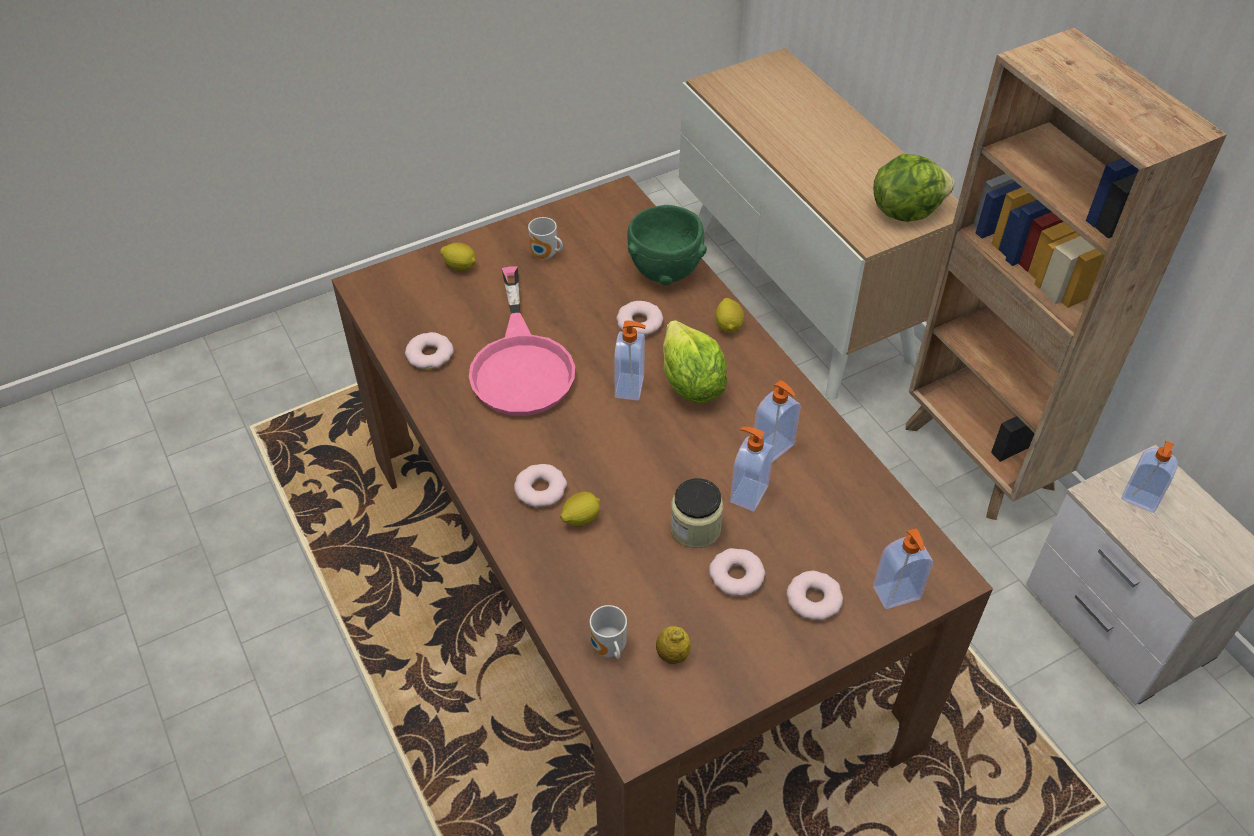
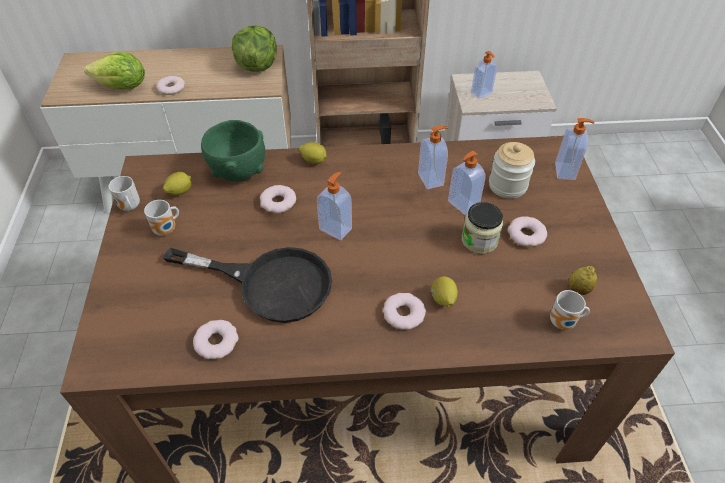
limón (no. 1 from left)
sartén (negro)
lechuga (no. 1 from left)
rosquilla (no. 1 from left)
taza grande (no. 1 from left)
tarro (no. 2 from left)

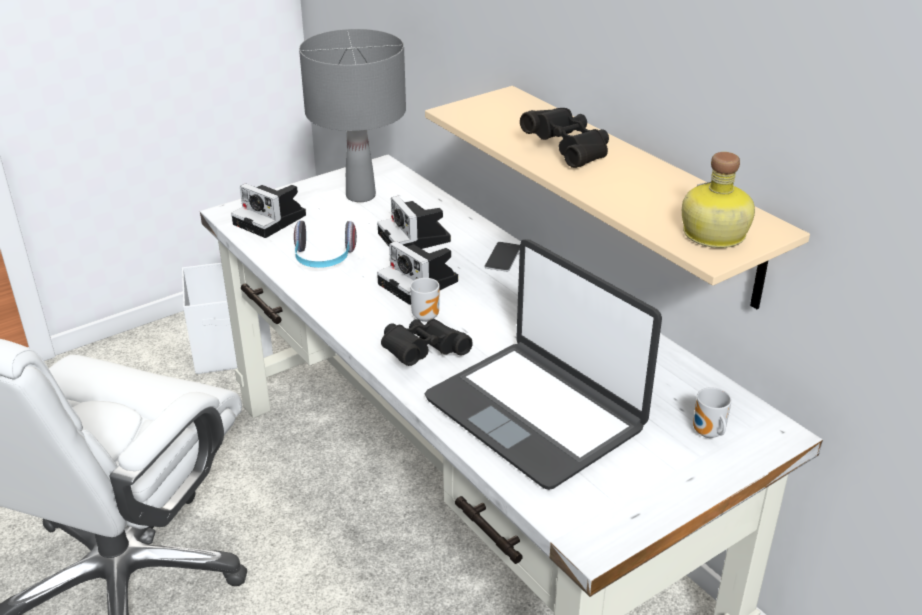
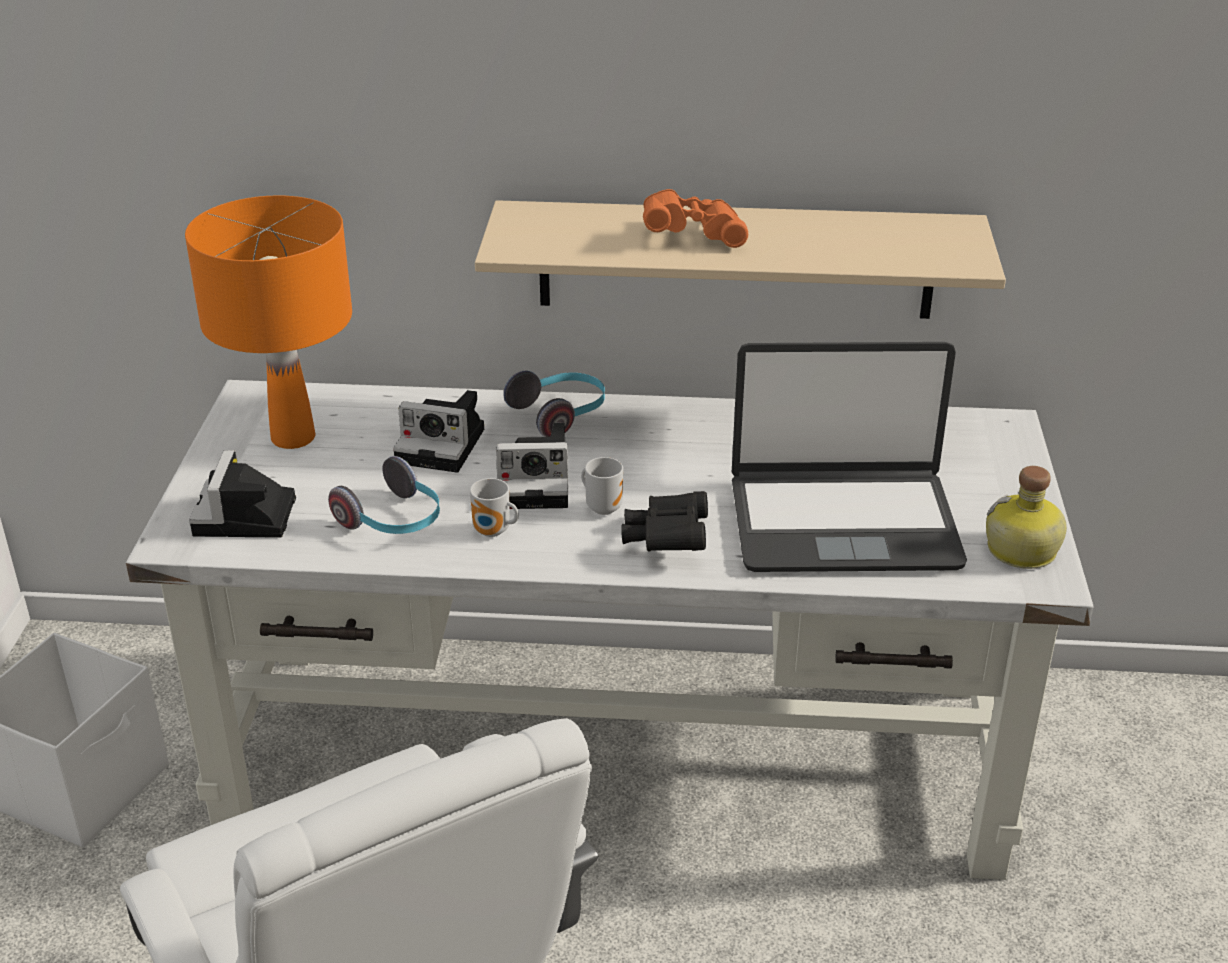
cámara (no. 1 from left)
lámpara de mesa (naranja)
auriculares (no. 2 from left)
prismáticos (naranja)
botella
taza grande (no. 1 from left)

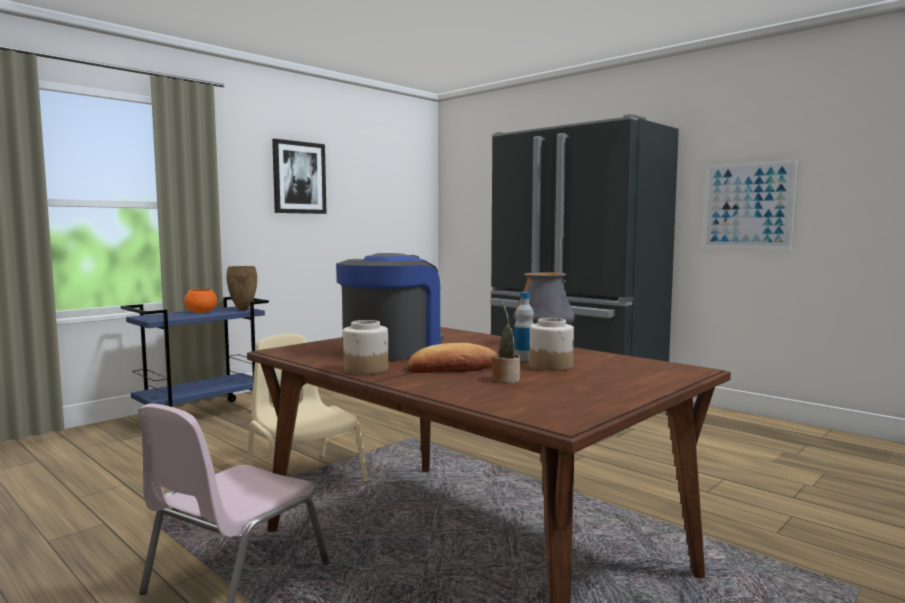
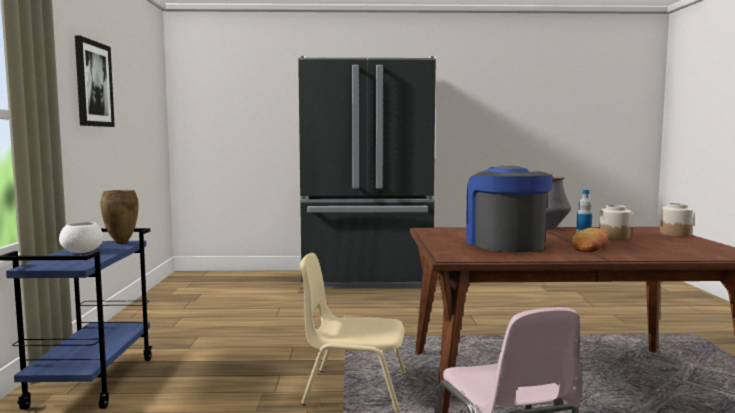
cuenco (blanco)
tarro (no. 2 from left)
planta en maceta
cuadro (no. 2 from left in the first image)

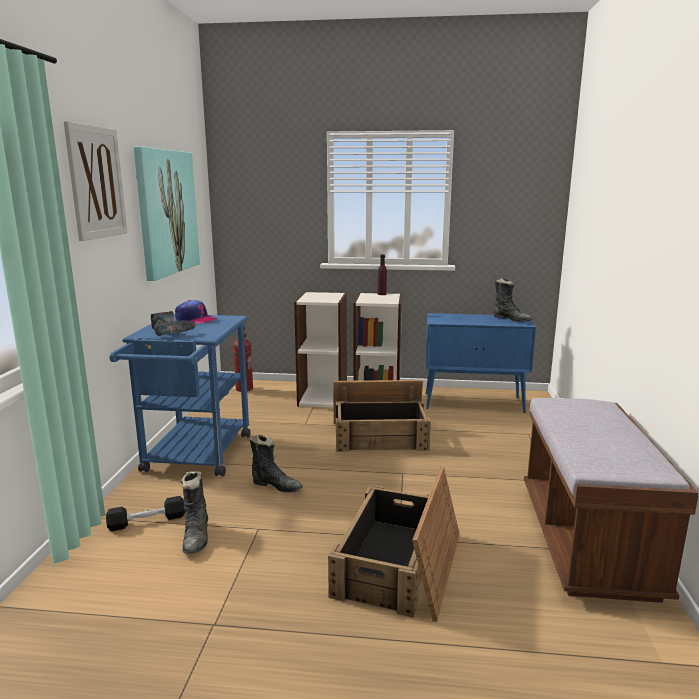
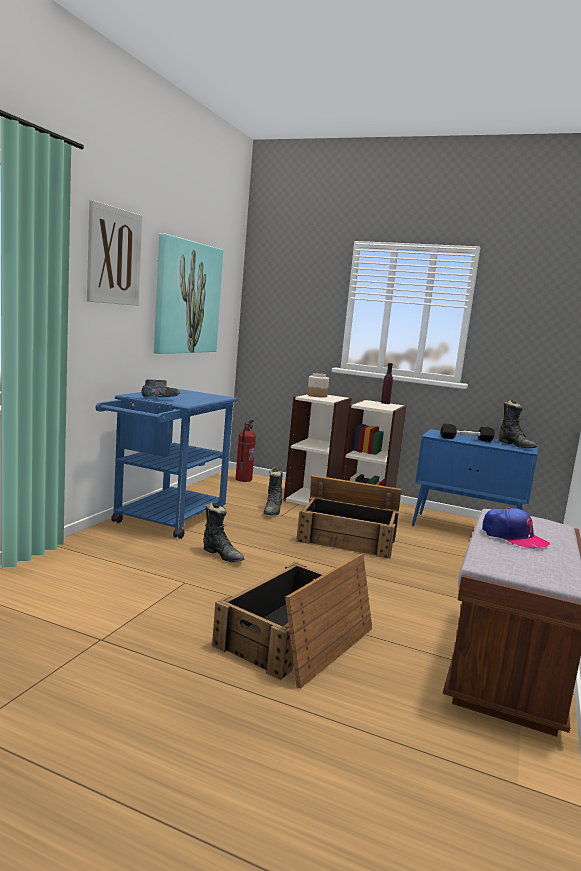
mancuerna (negro)
gorra
bota (negro) (no. 2 from left)
tarro

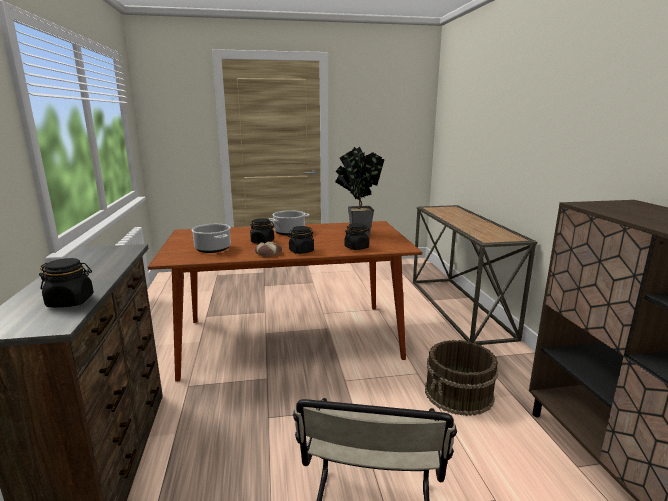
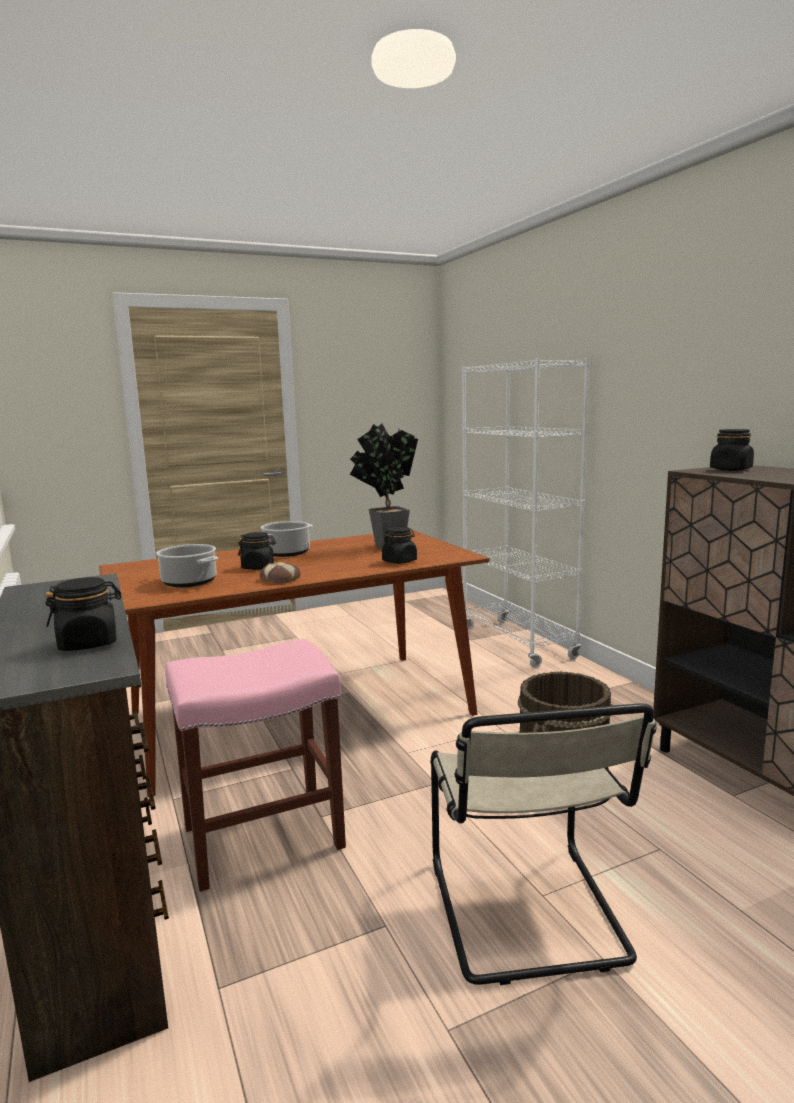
tarro (negro) (no. 4 from left)
estantería (blanco)
taburete (rosa)

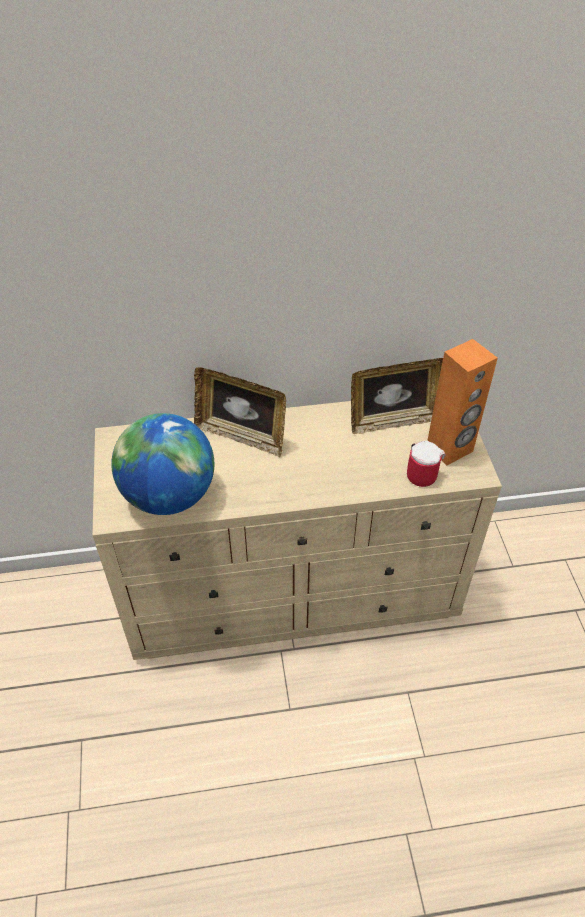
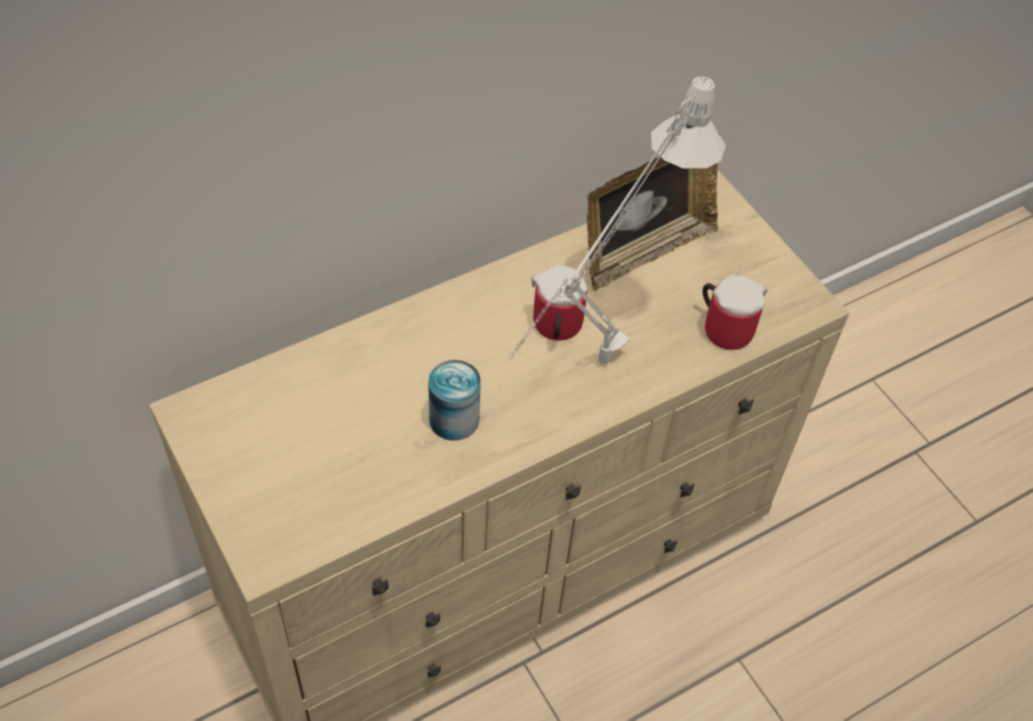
globo terráqueo
portarretratos (no. 1 from left in the first image)
altavoz (naranja)
lata
lámpara de mesa (blanco)
taza grande (no. 1 from left)

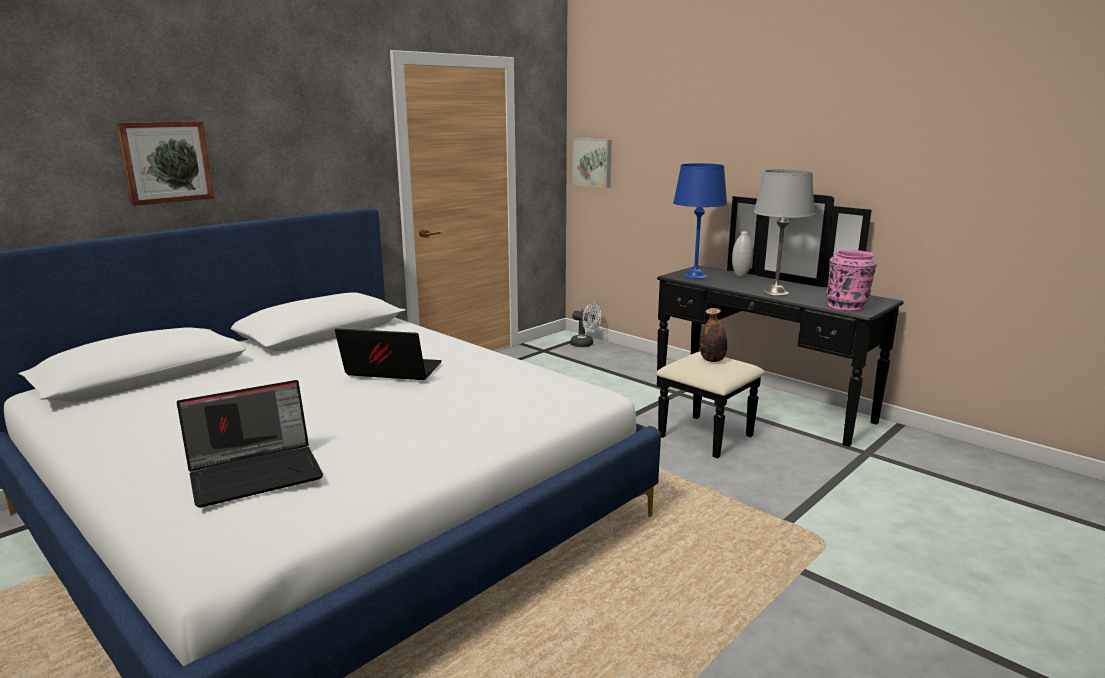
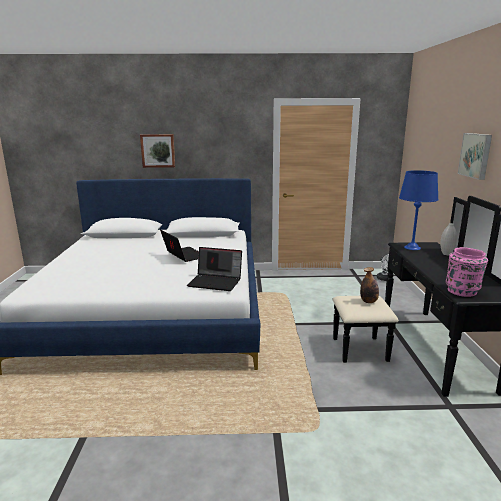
portátil (no. 2 from left)
cuadro (no. 2 from left)
lámpara de mesa (gris)

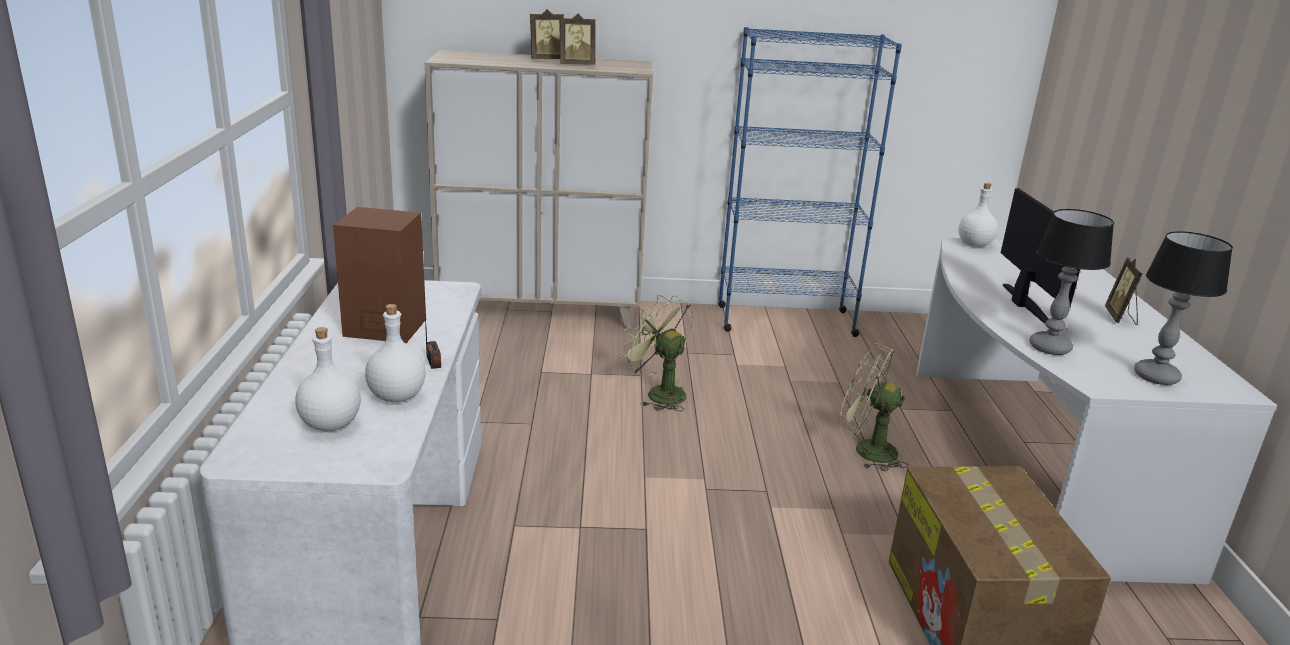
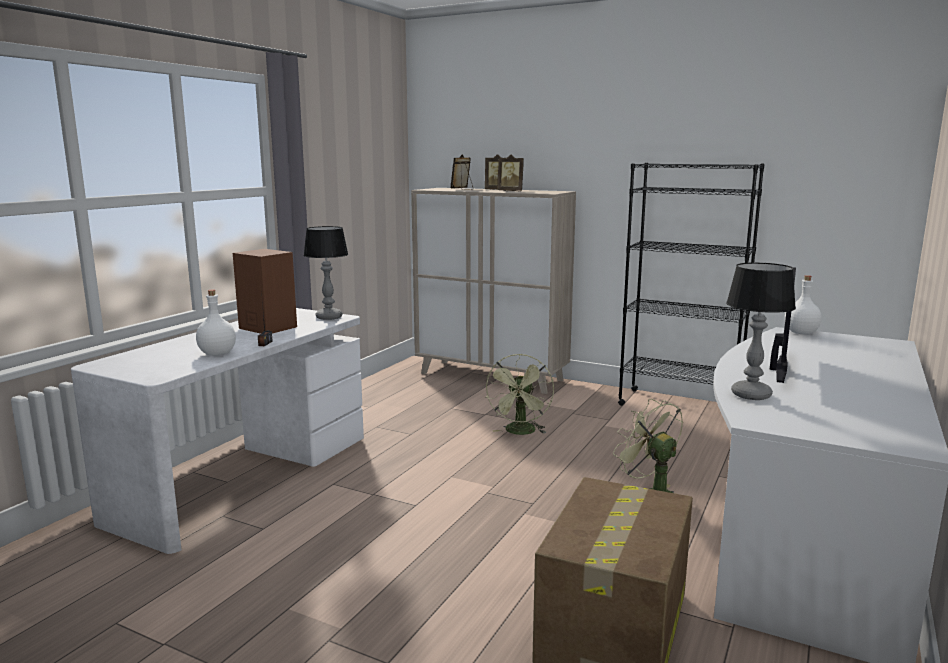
botella (blanco) (no. 1 from left in the first image)
ventilador (verde) (no. 1 from left)
estantería (negro)
portarretratos (no. 1 from left)
lámpara de mesa (no. 1 from left)

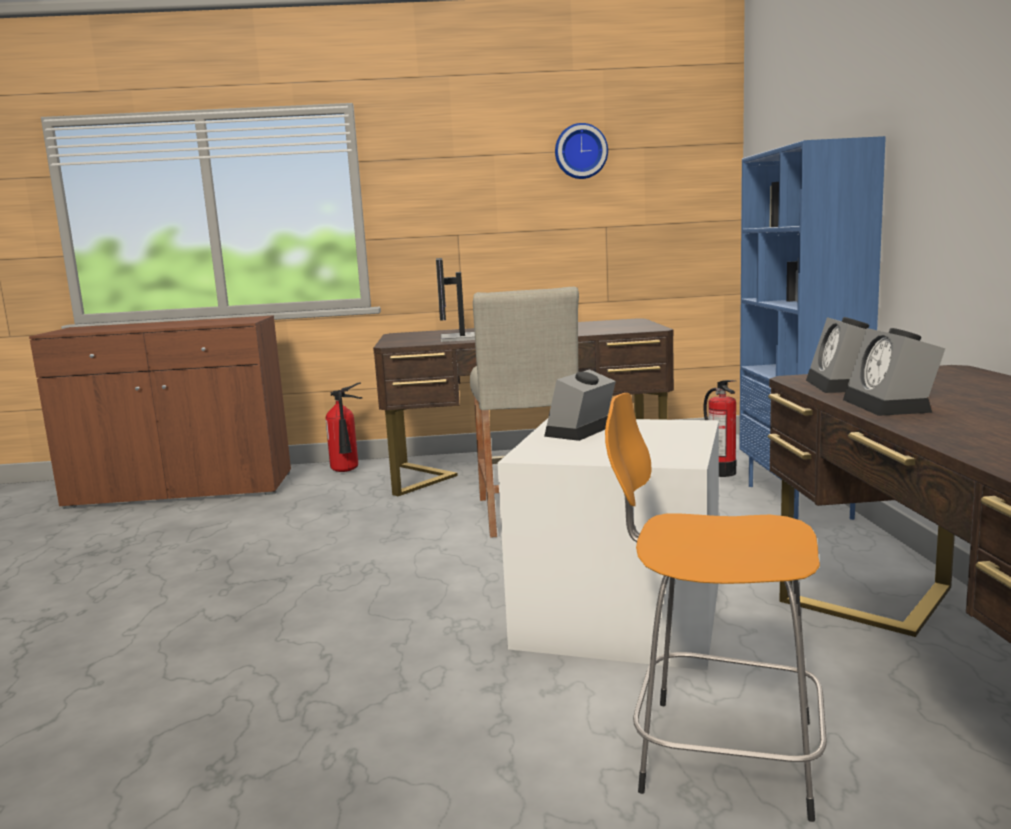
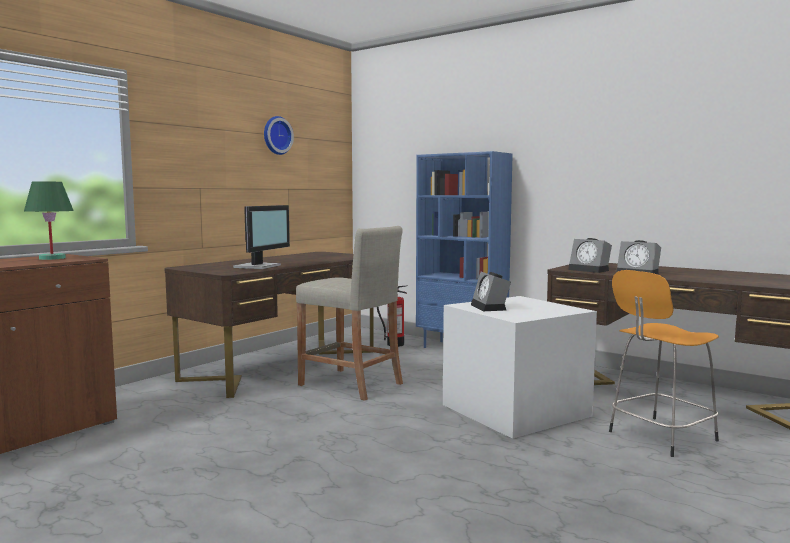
extintor (no. 1 from left in the first image)
monitor
lámpara de mesa (verde)

